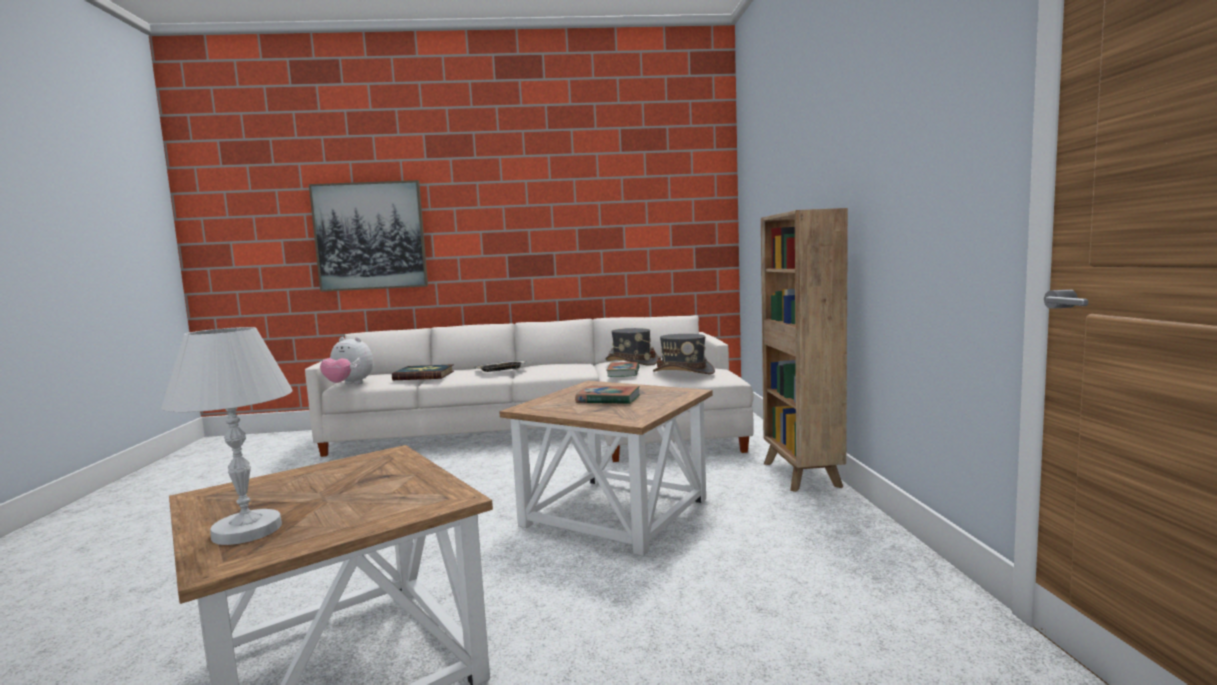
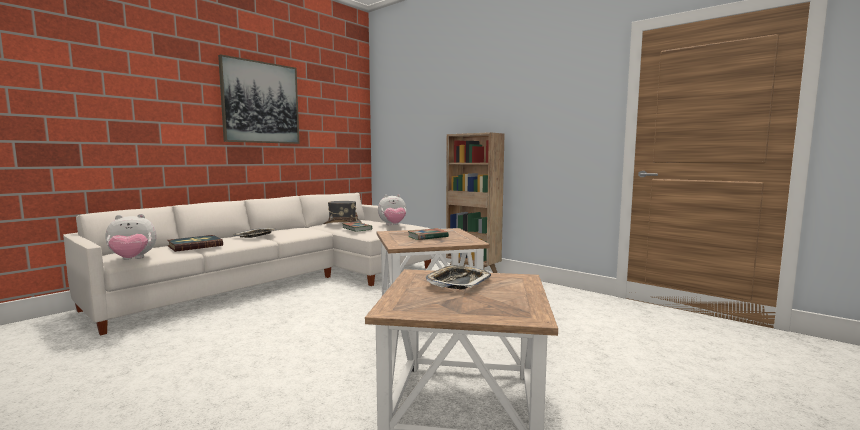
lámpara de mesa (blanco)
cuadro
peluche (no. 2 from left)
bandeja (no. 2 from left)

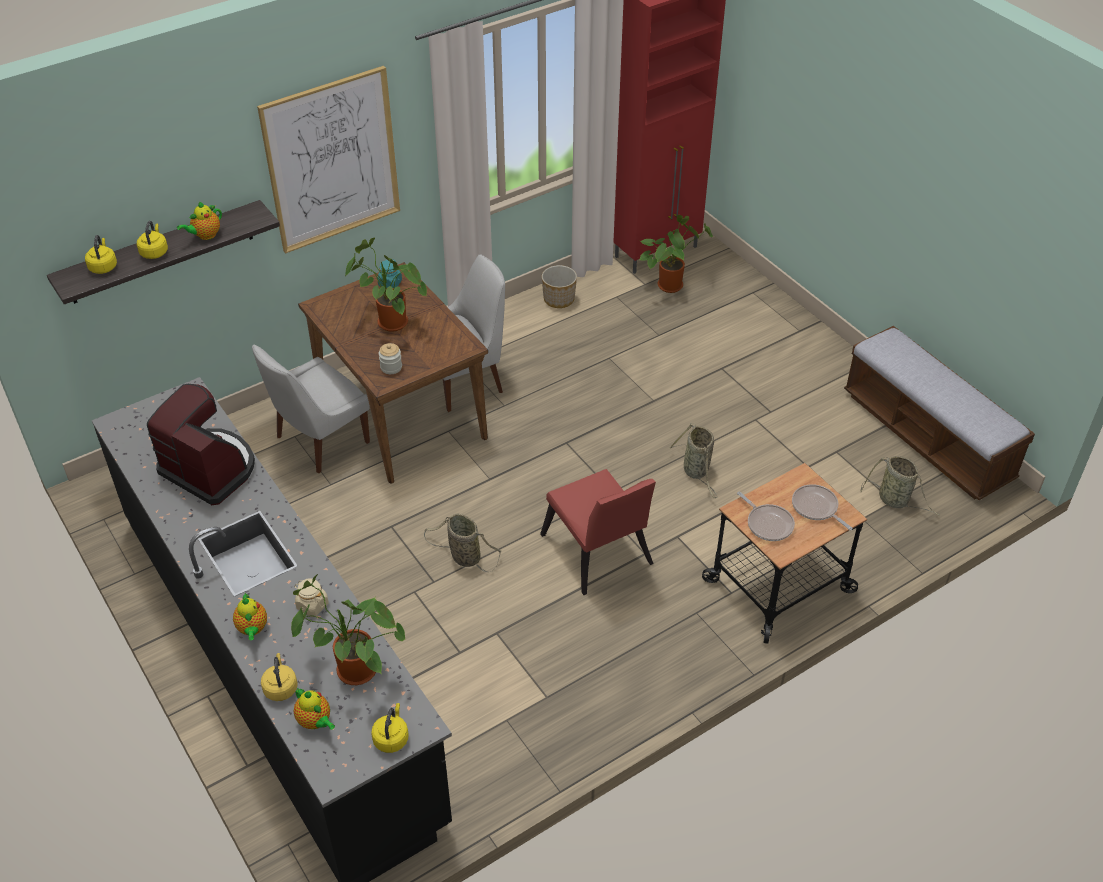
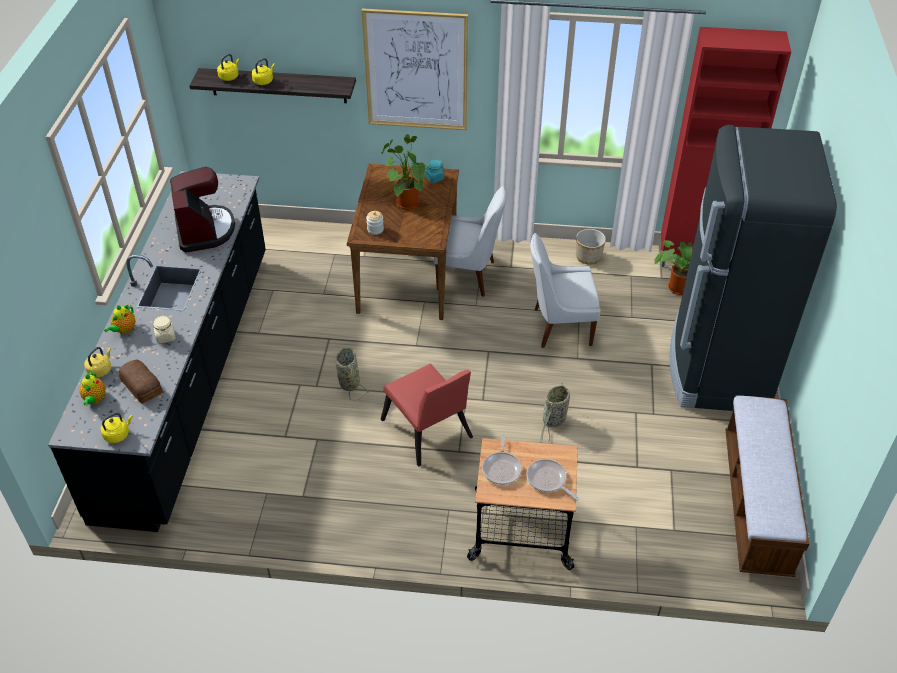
tetera (no. 1 from left in the first image)
silla (blanco) (no. 2 from left)
pan
silla (rojo)
sartén (no. 2 from left)
cesta (no. 3 from left in the first image)
nevera (negro)

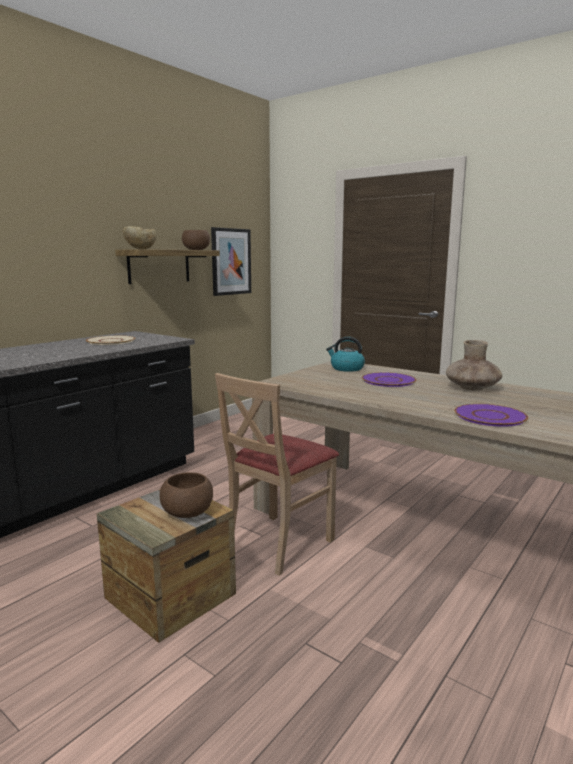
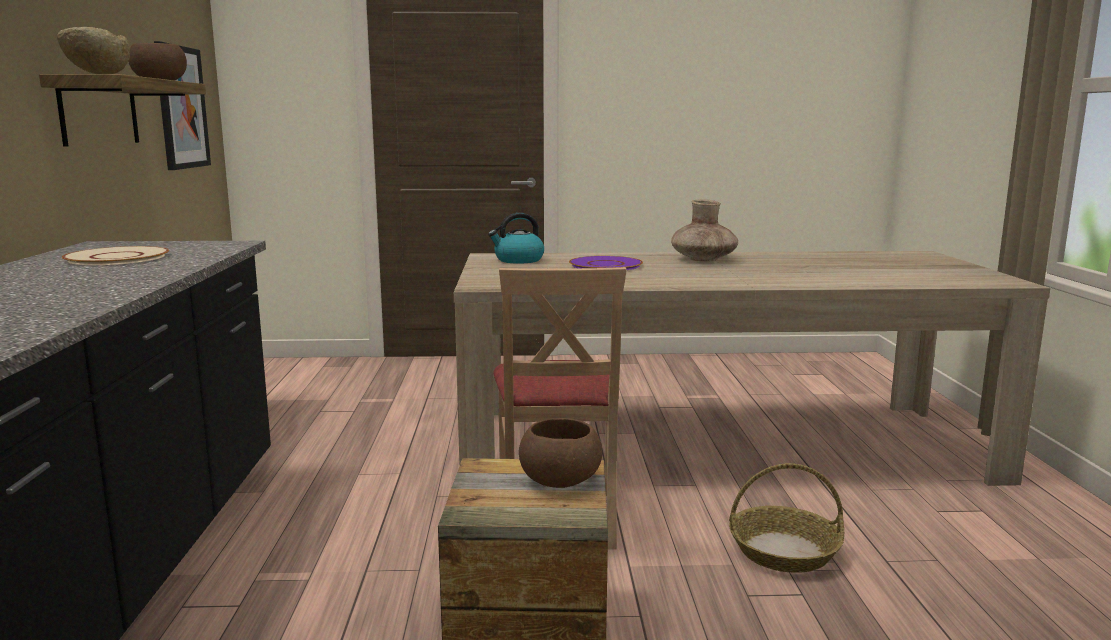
plato (morado) (no. 2 from left in the first image)
cesta

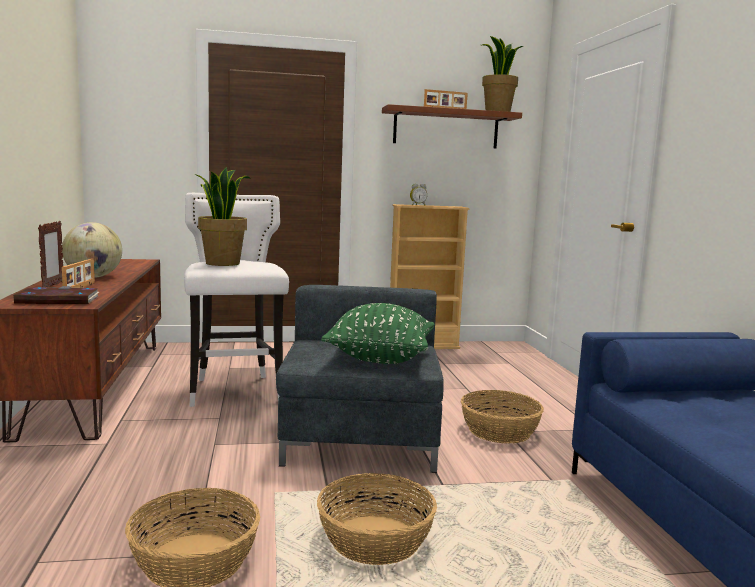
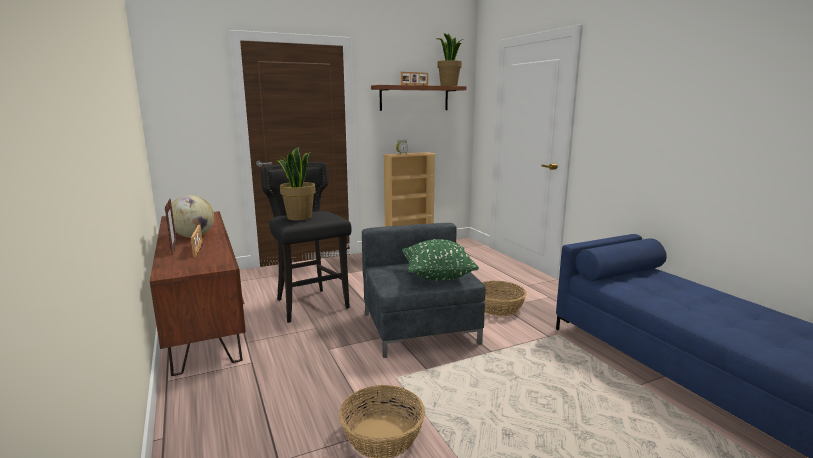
libro
taburete (negro)
cesta (no. 2 from left in the first image)

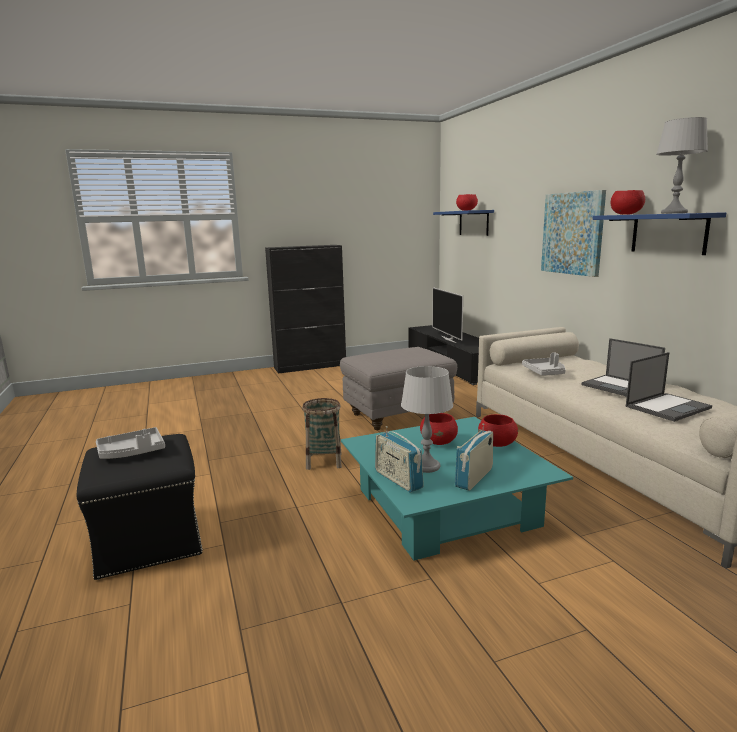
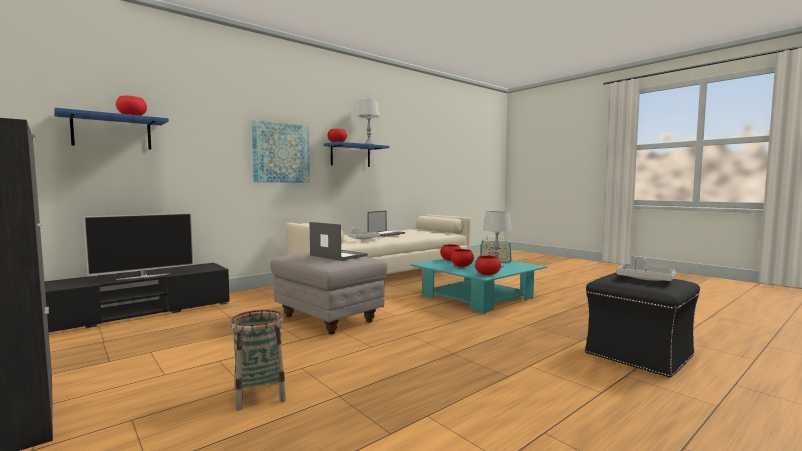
cesta
radio (no. 1 from left in the first image)
portátil (no. 1 from left)
cuenco (rojo) (no. 5 from left)

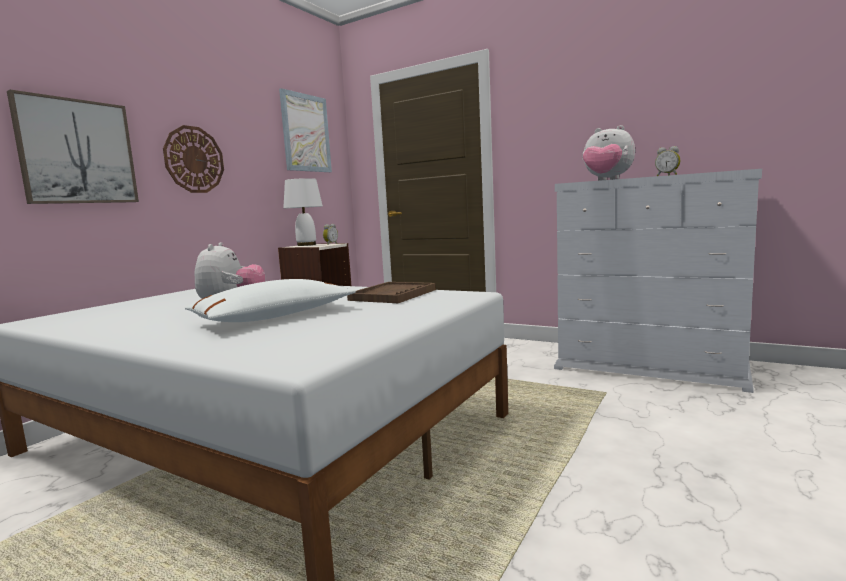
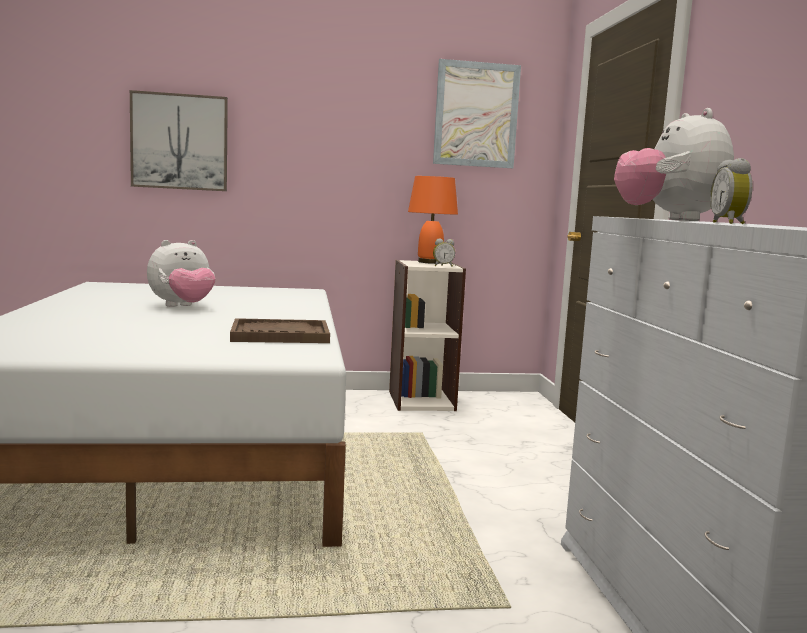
reloj de pared
cojín (blanco)
lámpara de mesa (naranja)

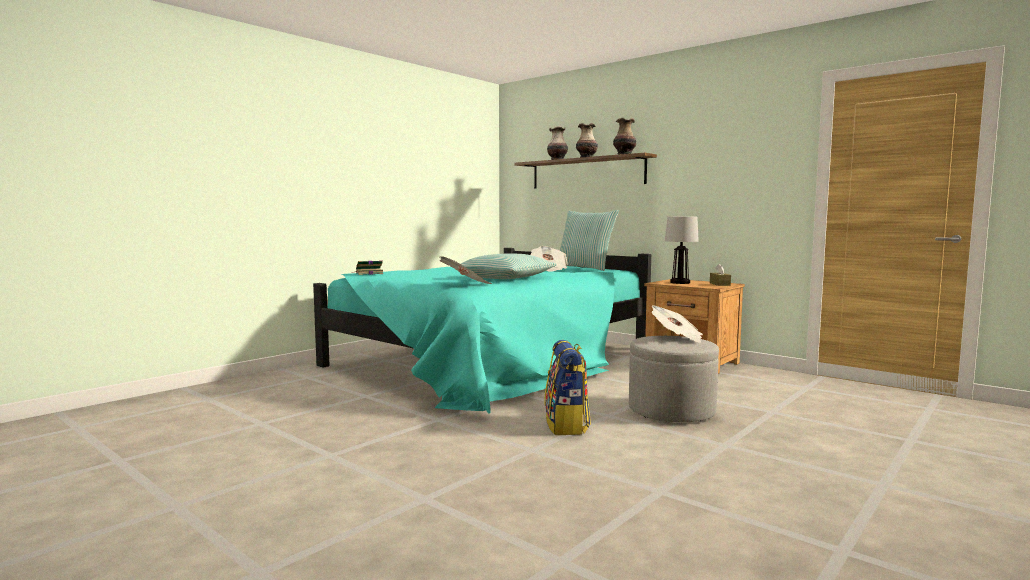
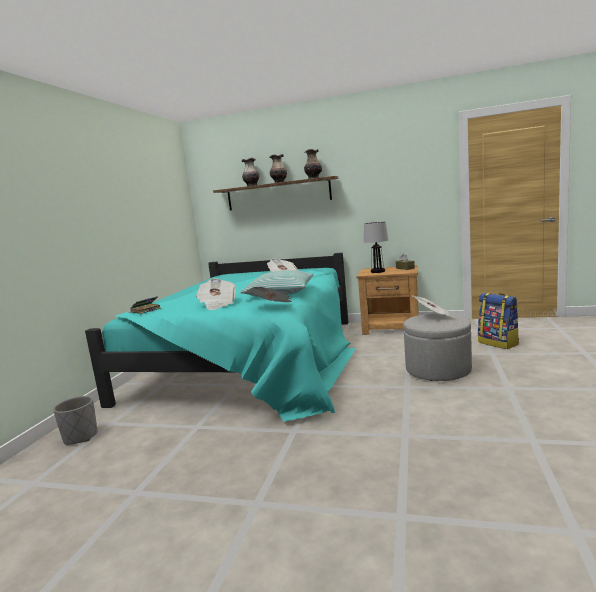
mochila
cojín (no. 2 from left in the first image)
maceta (gris)
periódico (no. 1 from left)

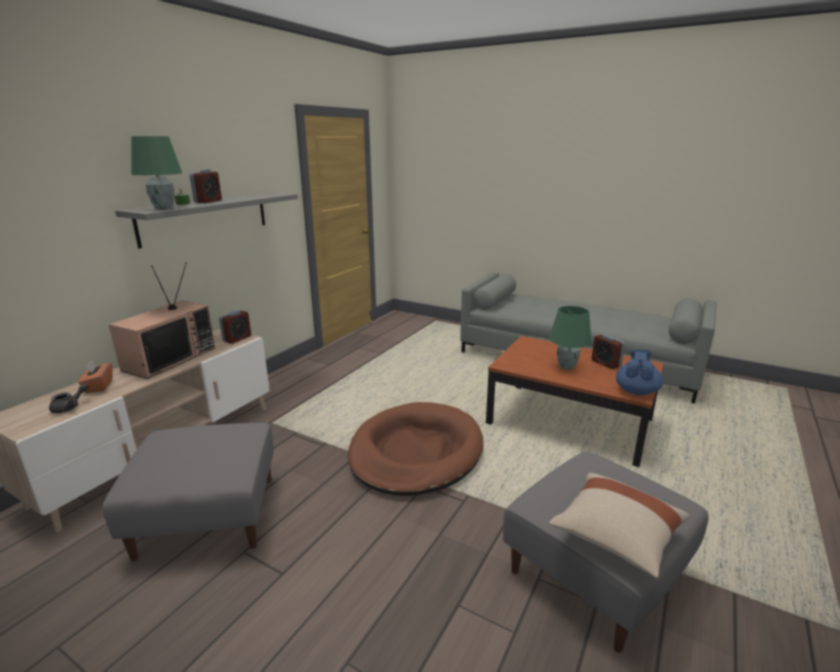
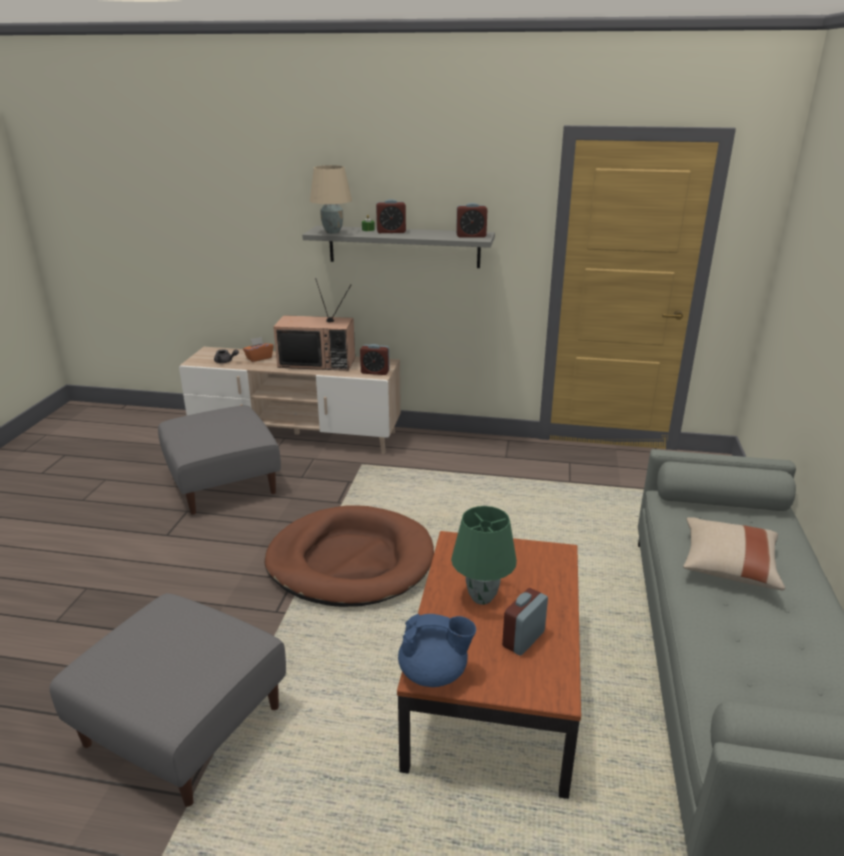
lámpara de mesa (beis)
cojín (beis)
despertador (no. 3 from left)

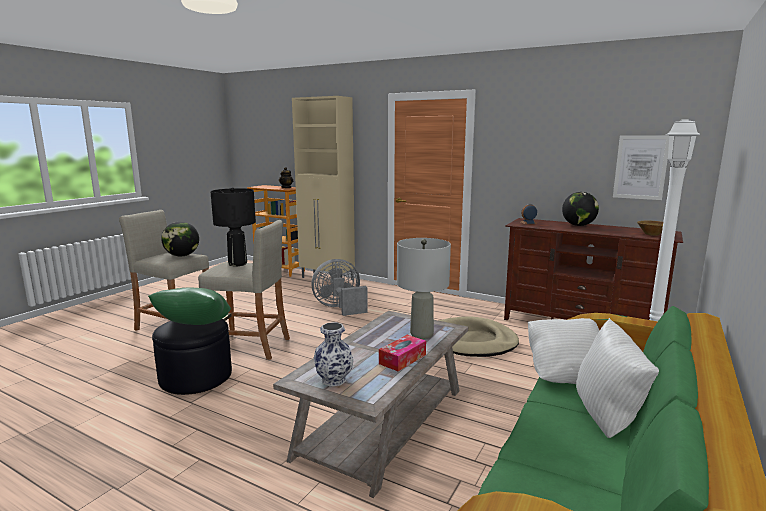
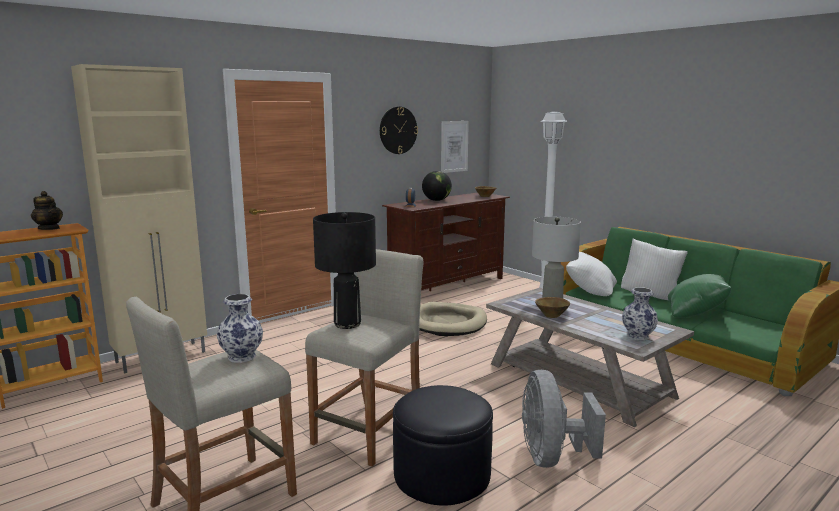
cojín (verde)
florero (no. 1 from left)
ventilador (gris)
caja de pañuelos
reloj de pared
cuenco (marrón) (no. 2 from left)

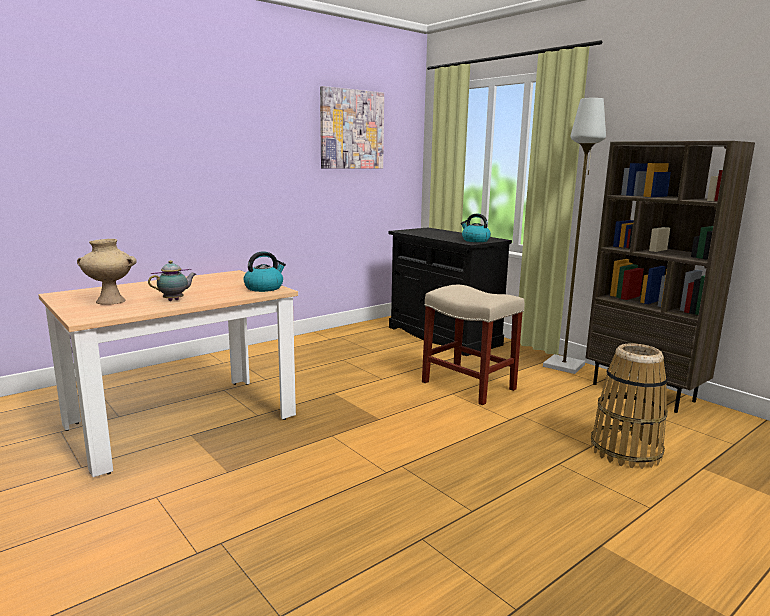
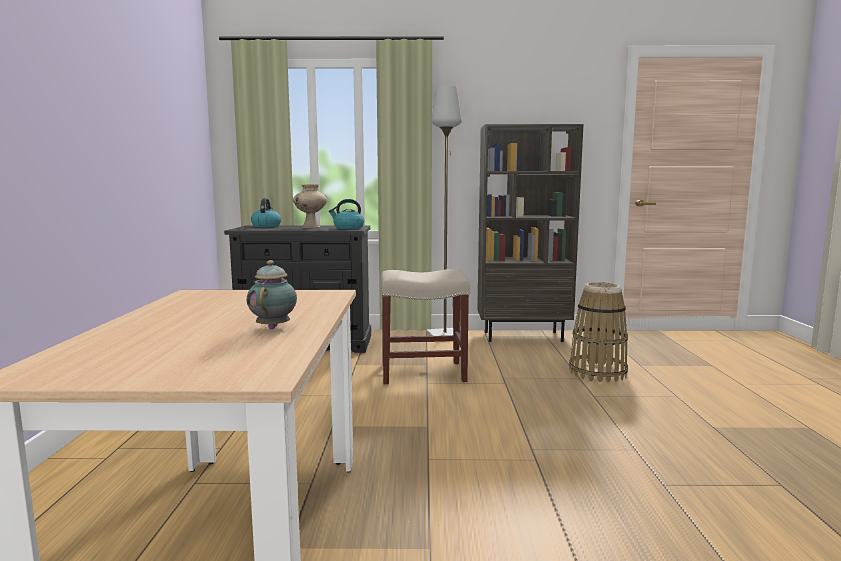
florero (beis)
hervidor (no. 1 from left)
cuadro

